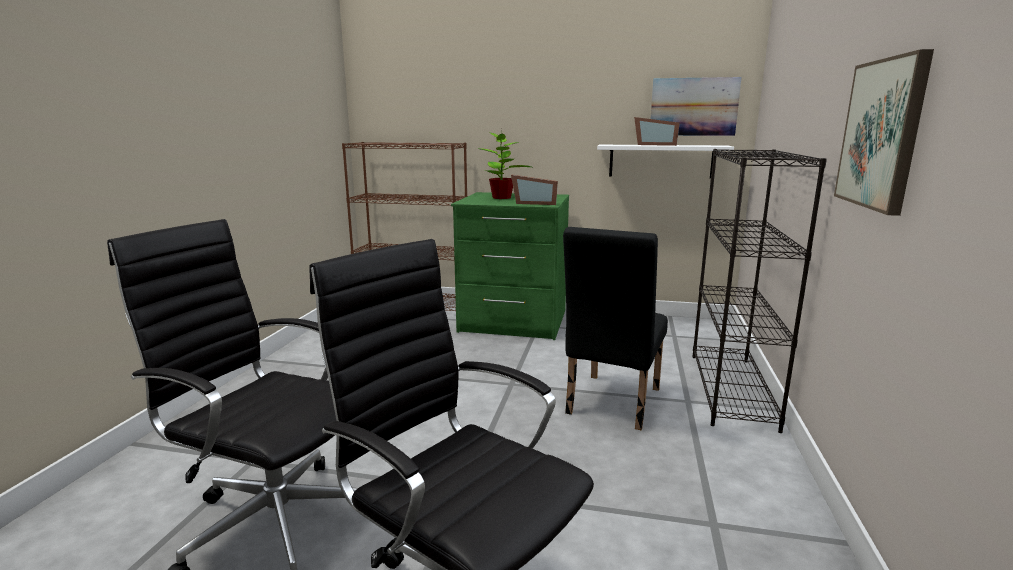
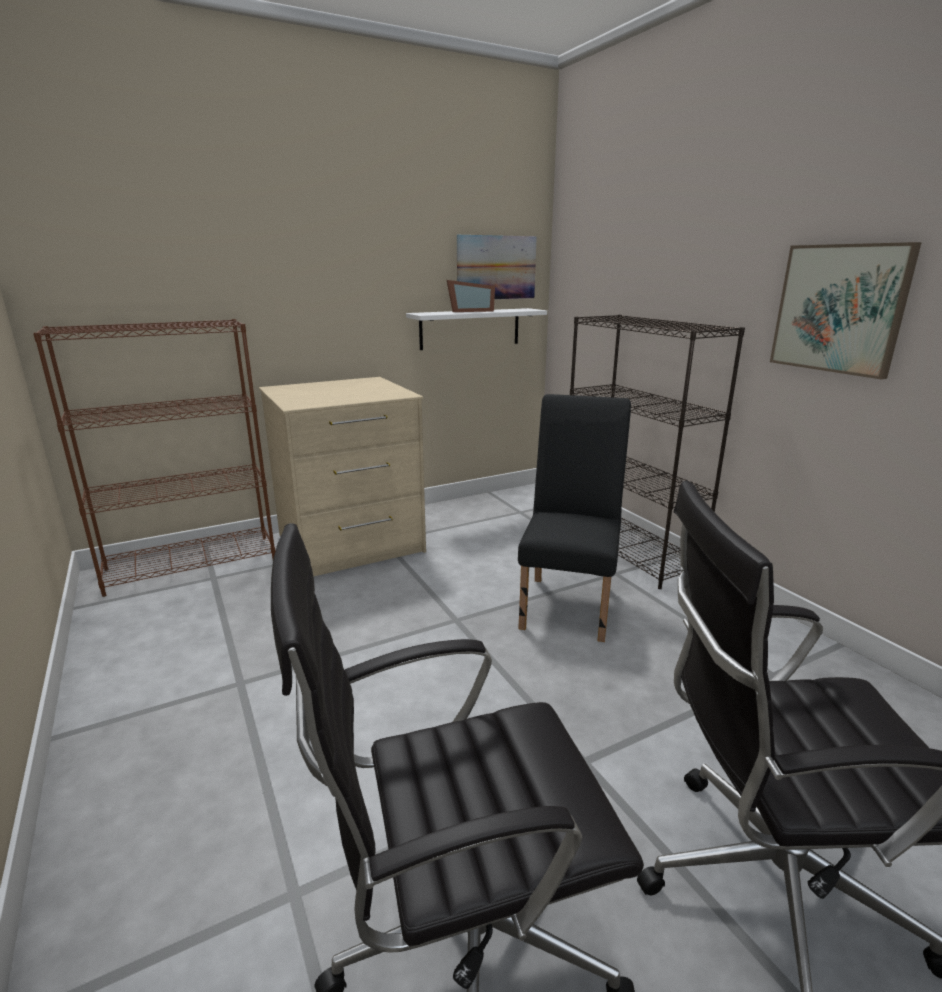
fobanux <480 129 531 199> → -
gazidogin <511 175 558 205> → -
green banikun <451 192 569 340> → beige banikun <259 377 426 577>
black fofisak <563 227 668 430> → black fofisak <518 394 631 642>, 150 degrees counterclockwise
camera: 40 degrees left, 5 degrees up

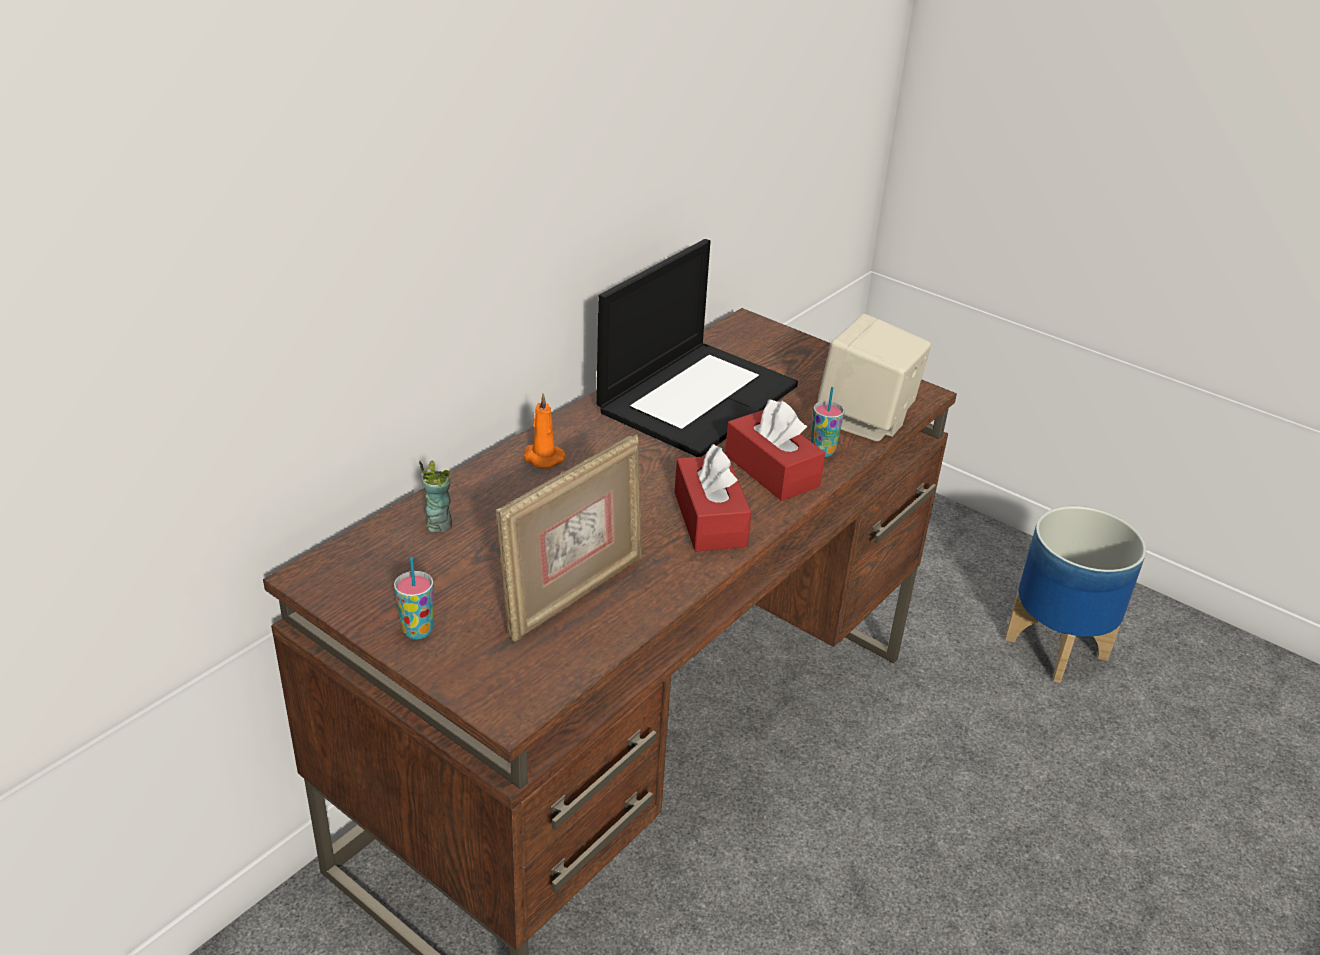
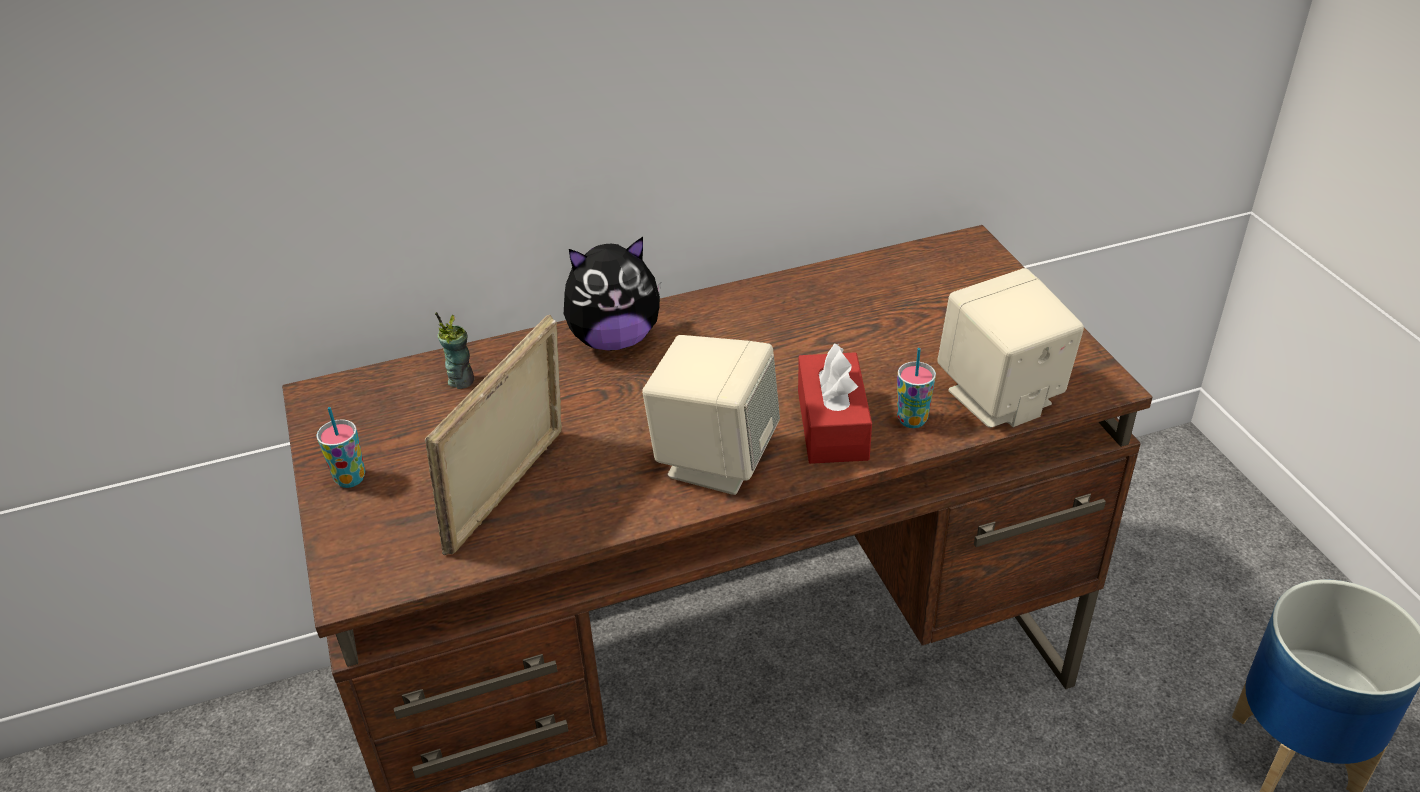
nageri <596 239 798 457> → -
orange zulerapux <523 393 565 469> → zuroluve <564 237 661 350>
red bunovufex <675 444 751 552> → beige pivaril <642 335 780 495>
gazidogin <496 434 642 643> → gazidogin <425 315 562 555>, 135 degrees clockwise
camera: 35 degrees right, 5 degrees up

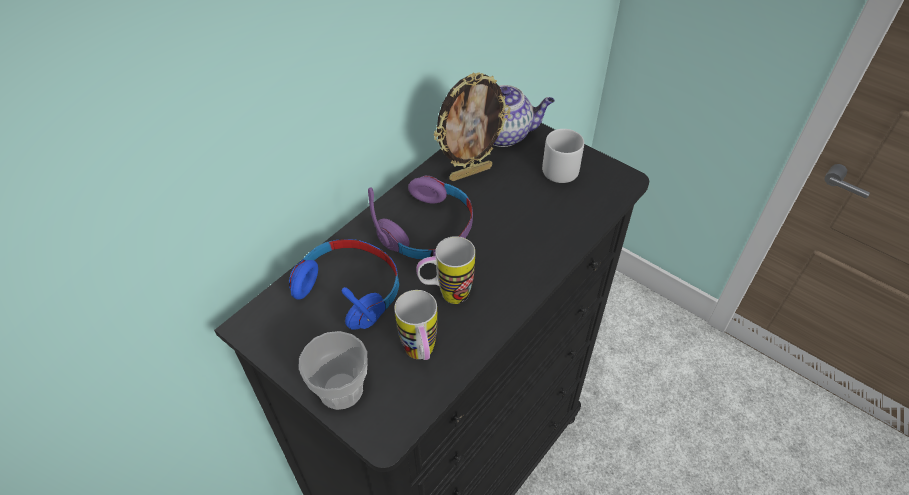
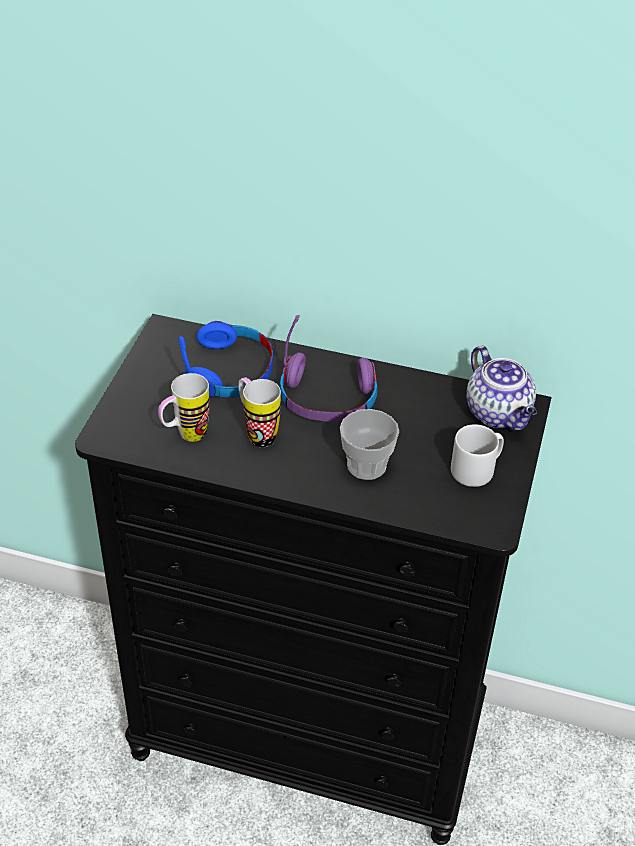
gazidogin <433 72 511 181> → -
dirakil <299 331 368 410> → dirakil <340 409 399 480>, moved
camera: 65 degrees right, 5 degrees down

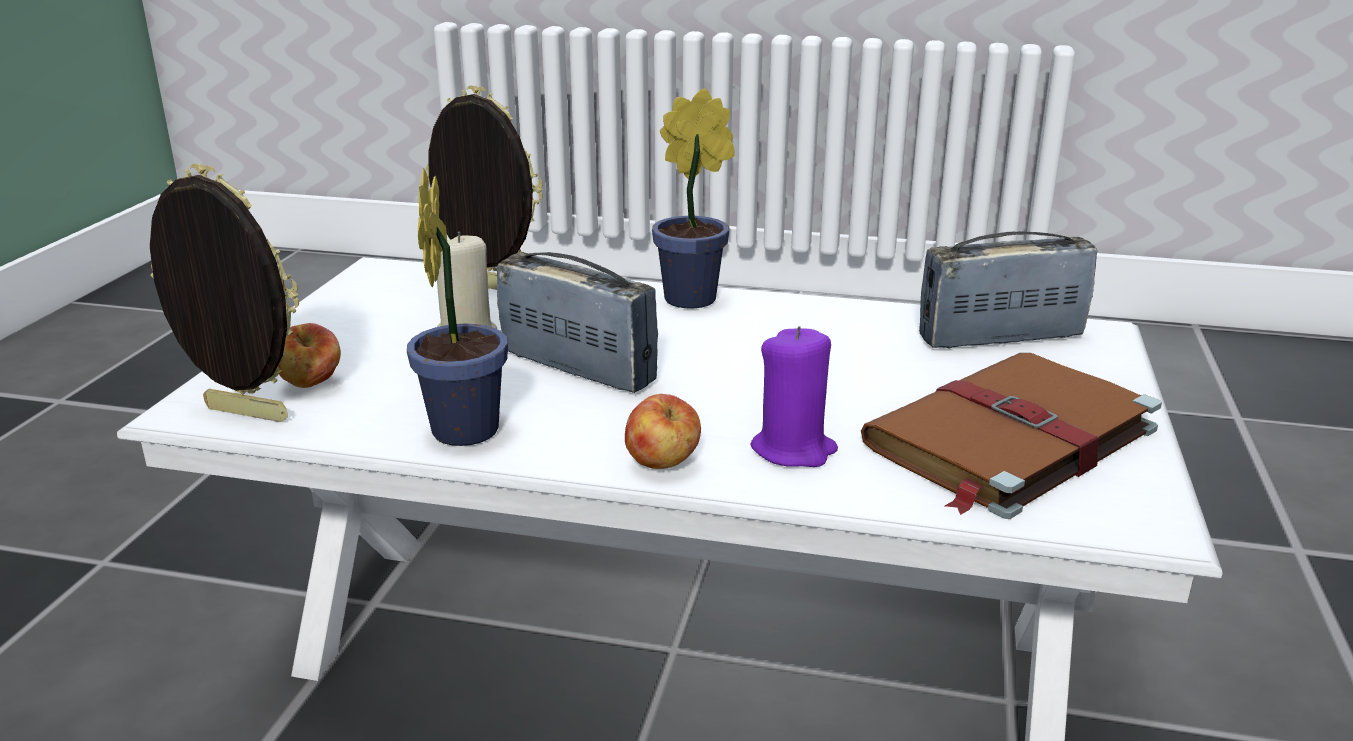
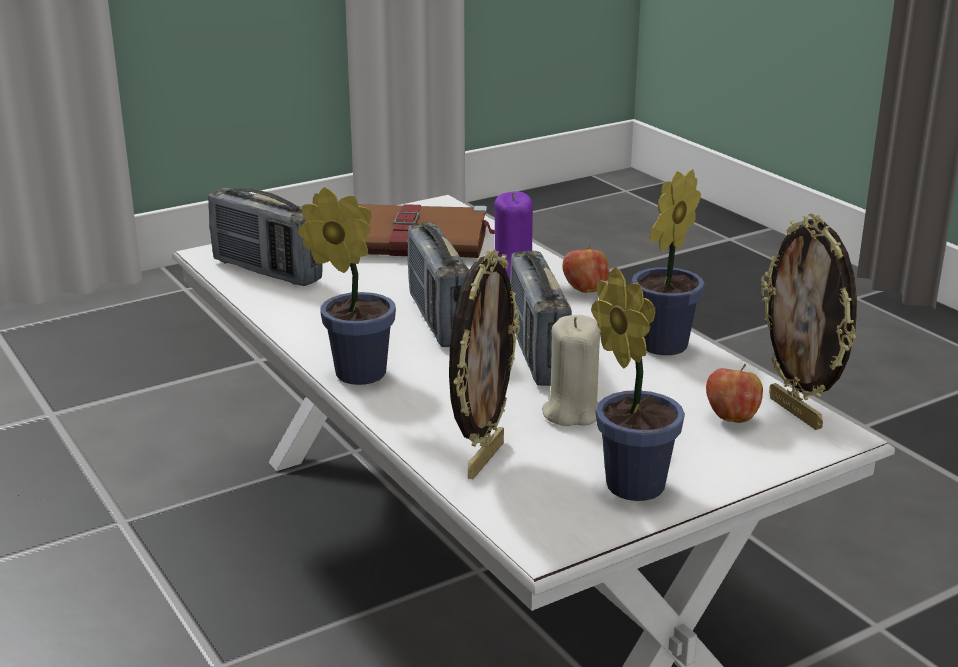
- → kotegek <407 222 469 347>
- → fobanux <591 267 685 501>
gazidogin <426 85 543 290> → gazidogin <449 249 520 479>, 135 degrees counterclockwise
camera: 135 degrees left, 0 degrees up

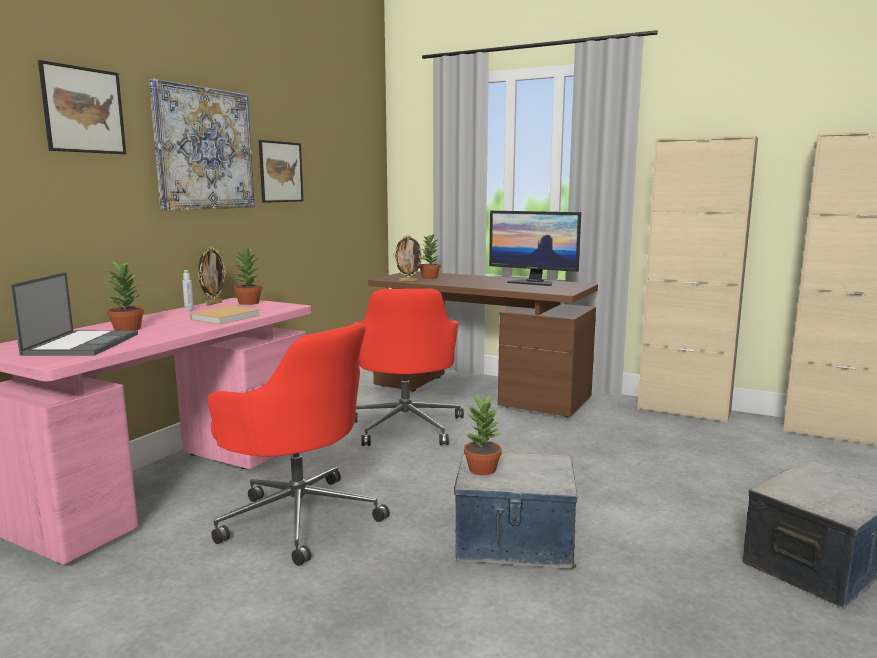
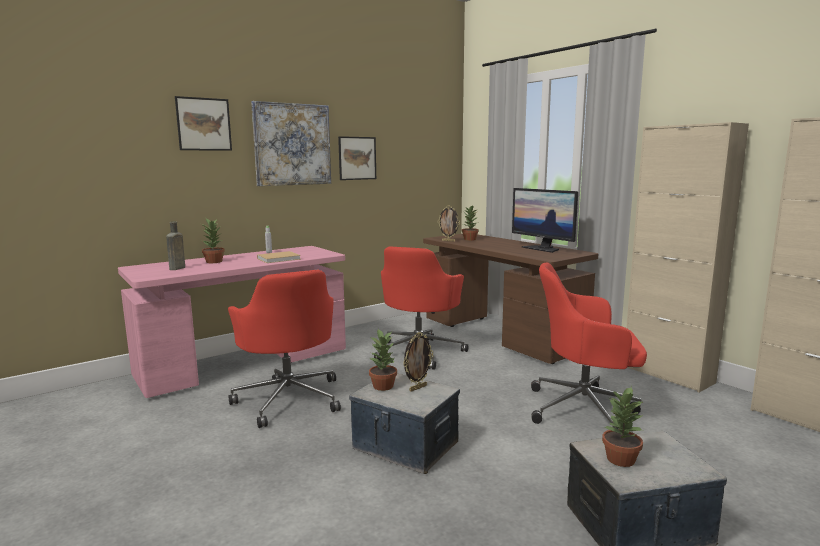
- → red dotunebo <531 262 647 429>
gazidogin <198 246 226 306> → gazidogin <403 332 434 391>, moved
fobanux <234 248 263 305> → fobanux <602 386 643 467>, moved
nageri <10 272 138 356> → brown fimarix <166 221 185 270>
camera: 25 degrees right, 0 degrees up

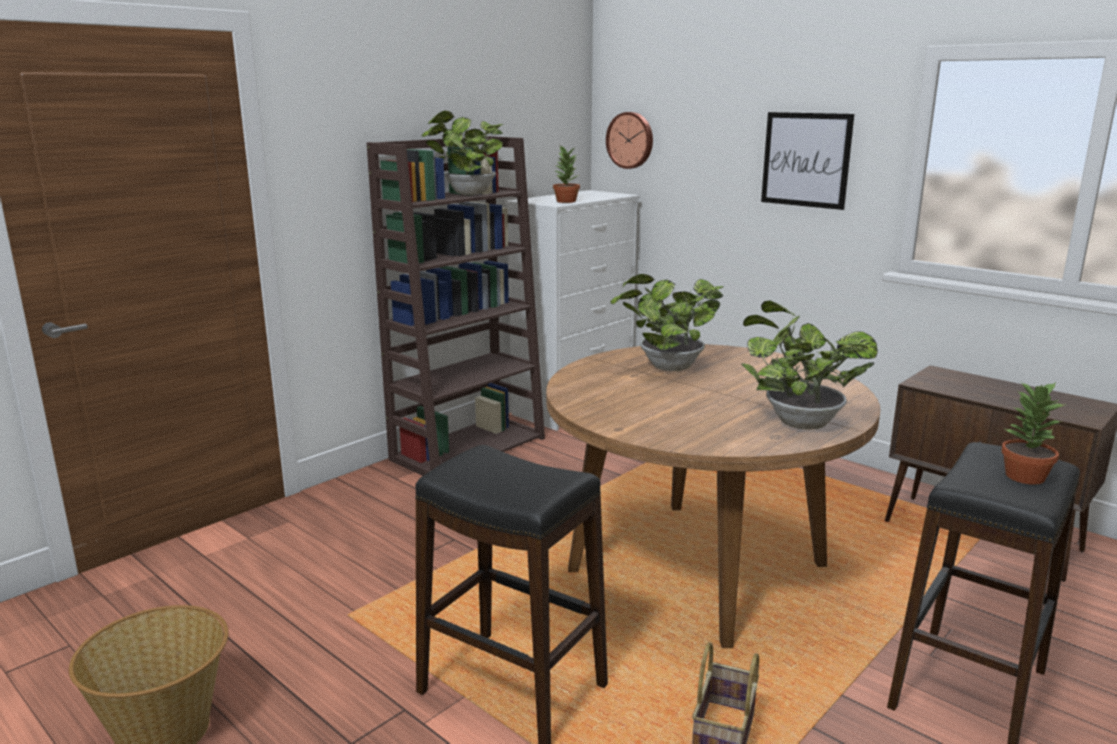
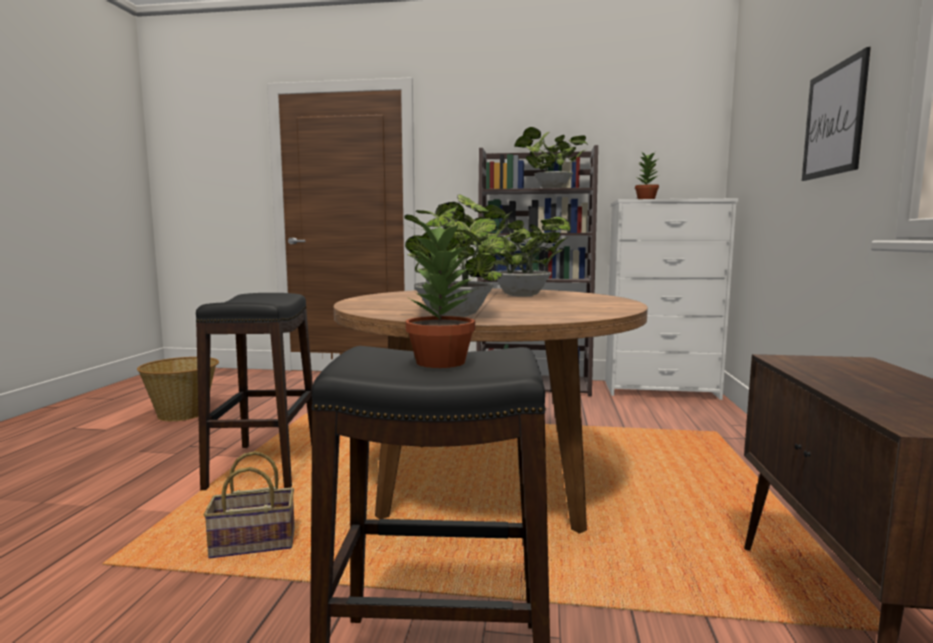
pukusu <606 112 653 169> → -
camera: 55 degrees right, 10 degrees down

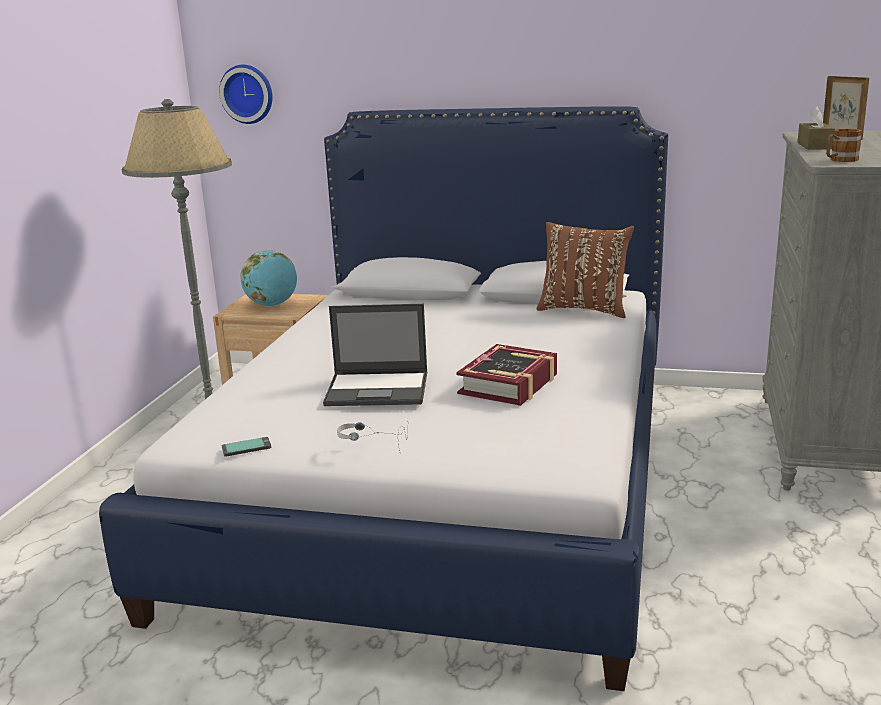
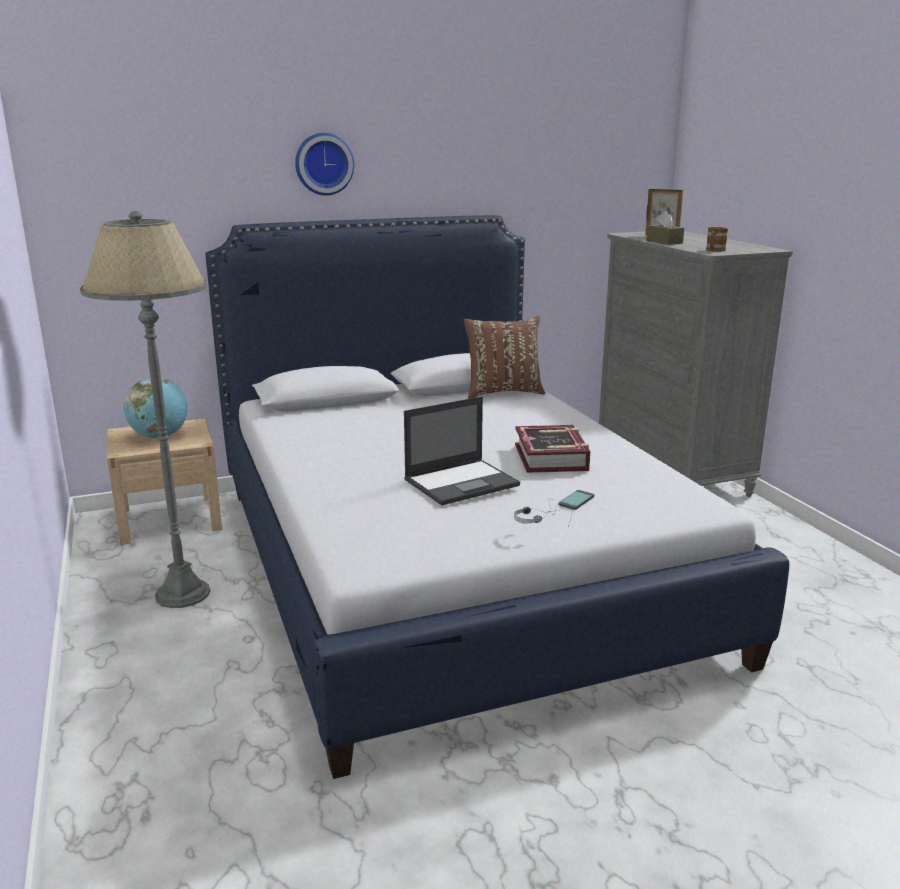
pukusu <219 65 273 124> → pukusu <295 133 354 196>, moved
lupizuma <222 437 271 457> → lupizuma <559 490 594 510>, moved
camera: 35 degrees left, 0 degrees up

